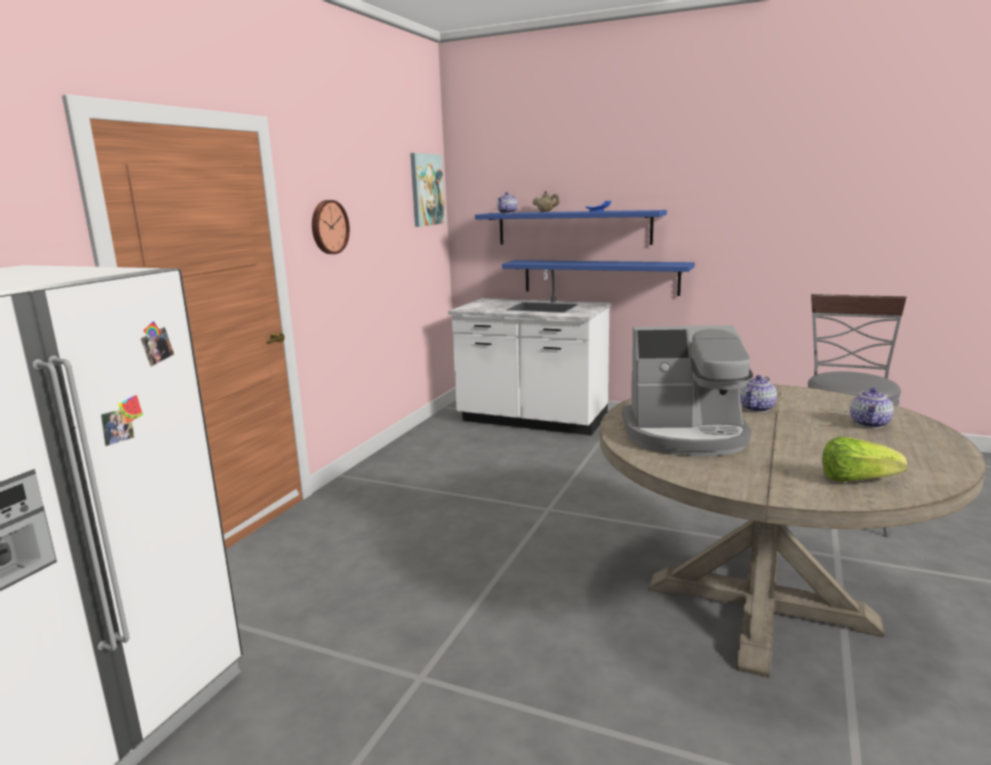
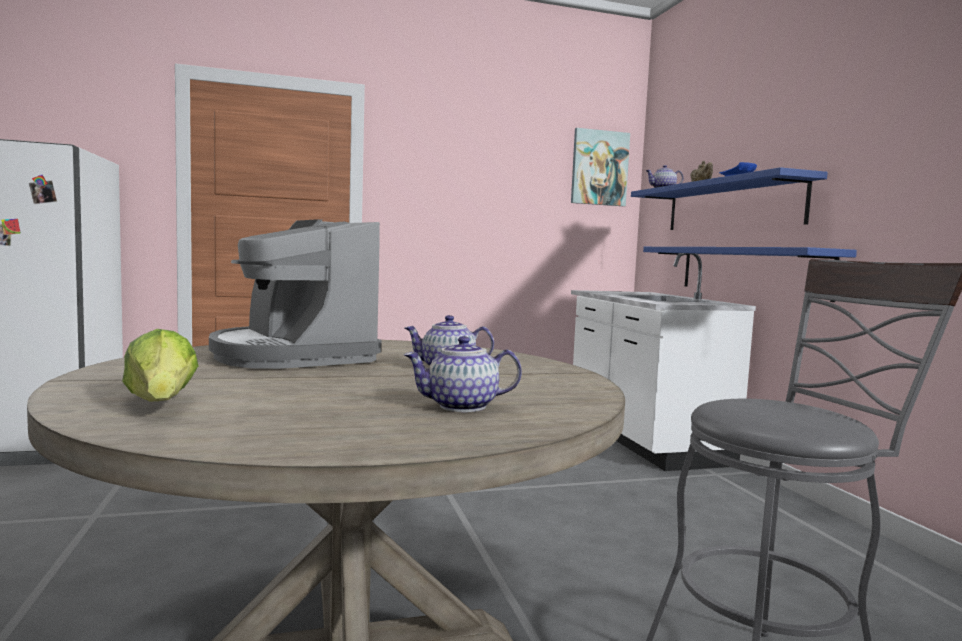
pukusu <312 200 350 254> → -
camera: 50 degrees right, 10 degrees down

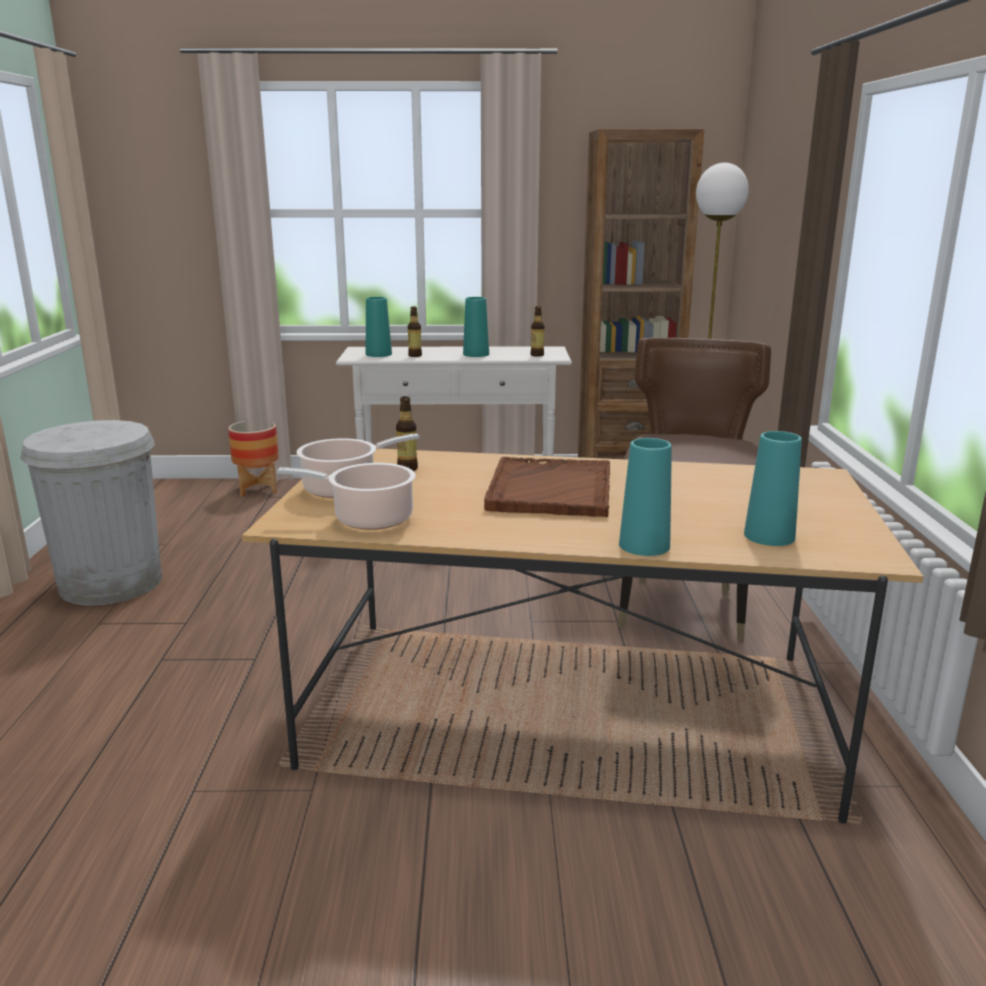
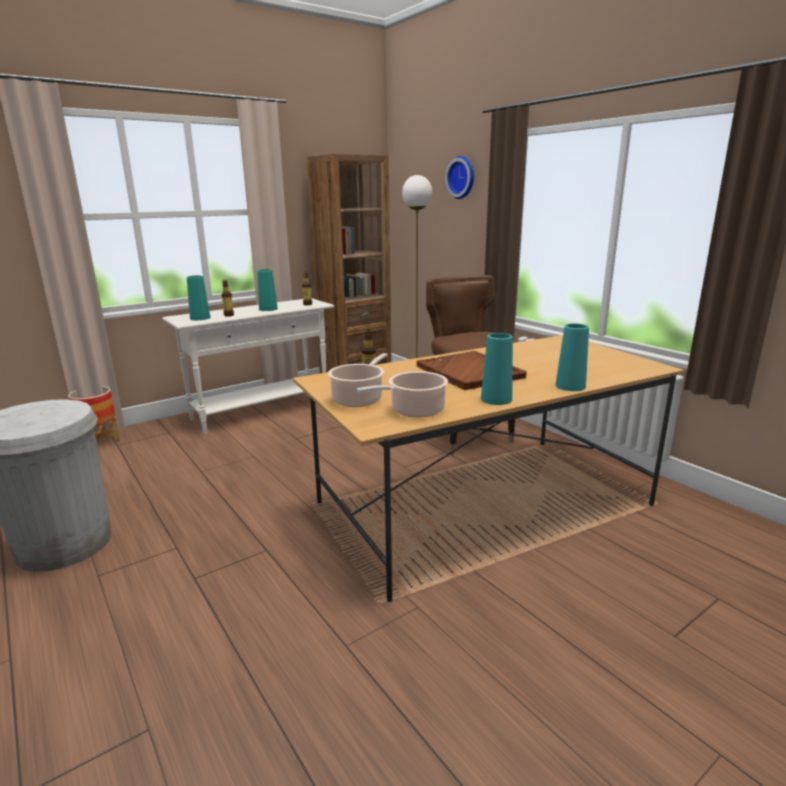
- → pukusu <445 156 474 199>
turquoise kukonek <744 431 802 546> → turquoise kukonek <481 333 513 405>, moved
camera: 35 degrees left, 0 degrees up

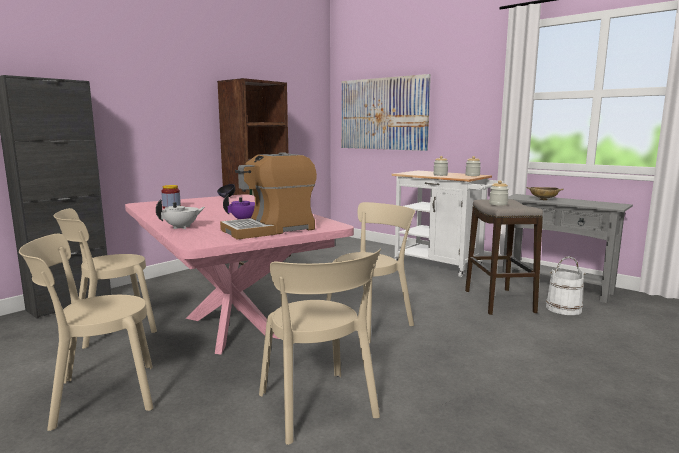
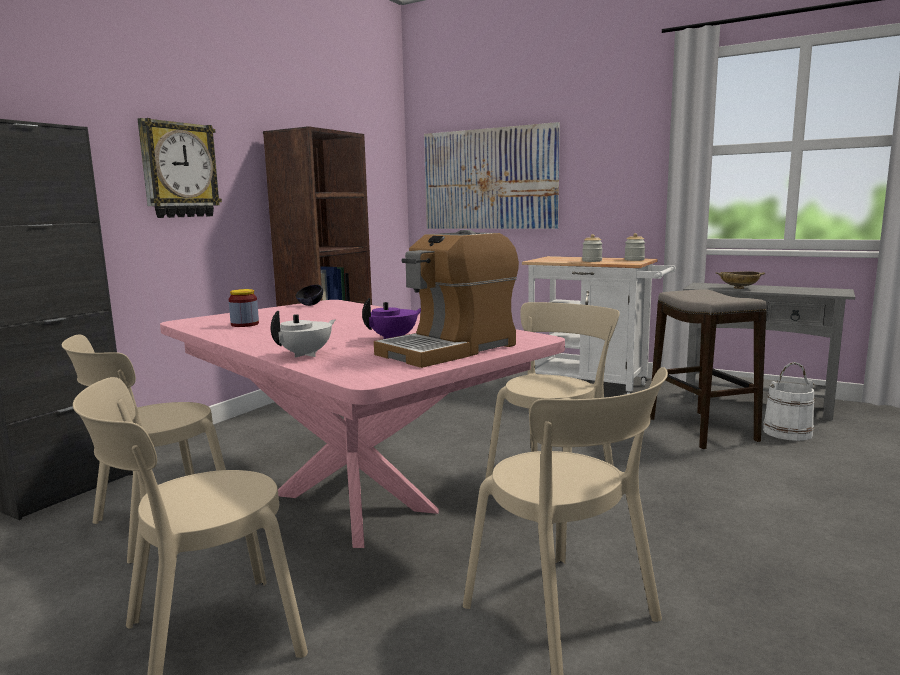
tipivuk <489 180 509 206> → -
- → pukusu <138 118 222 218>
camera: 10 degrees left, 0 degrees up

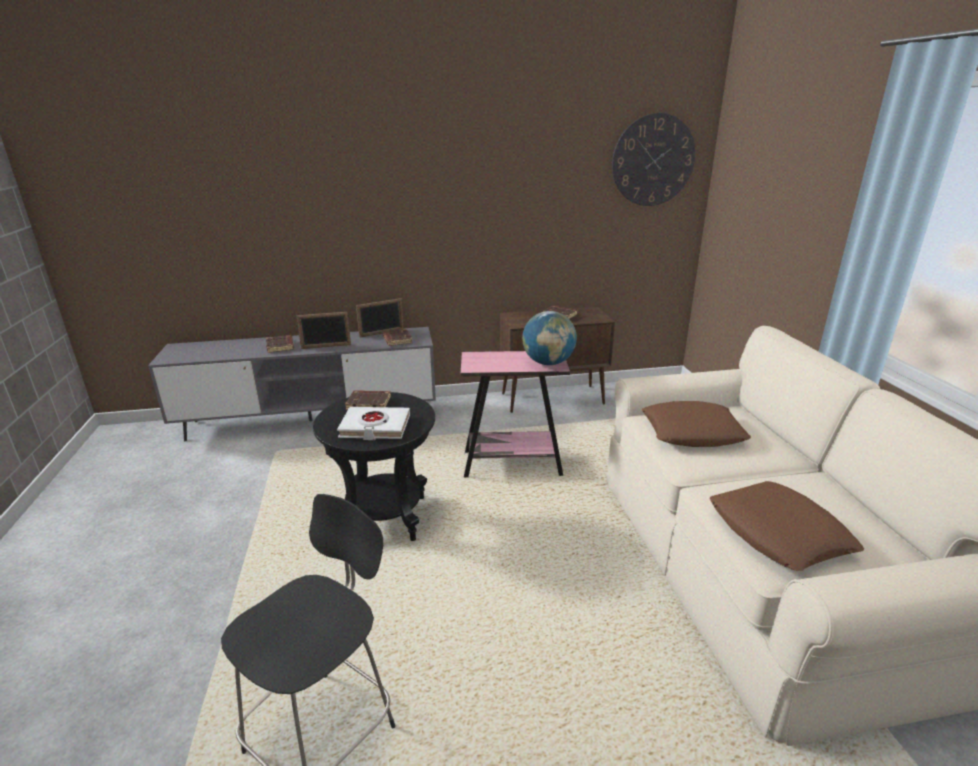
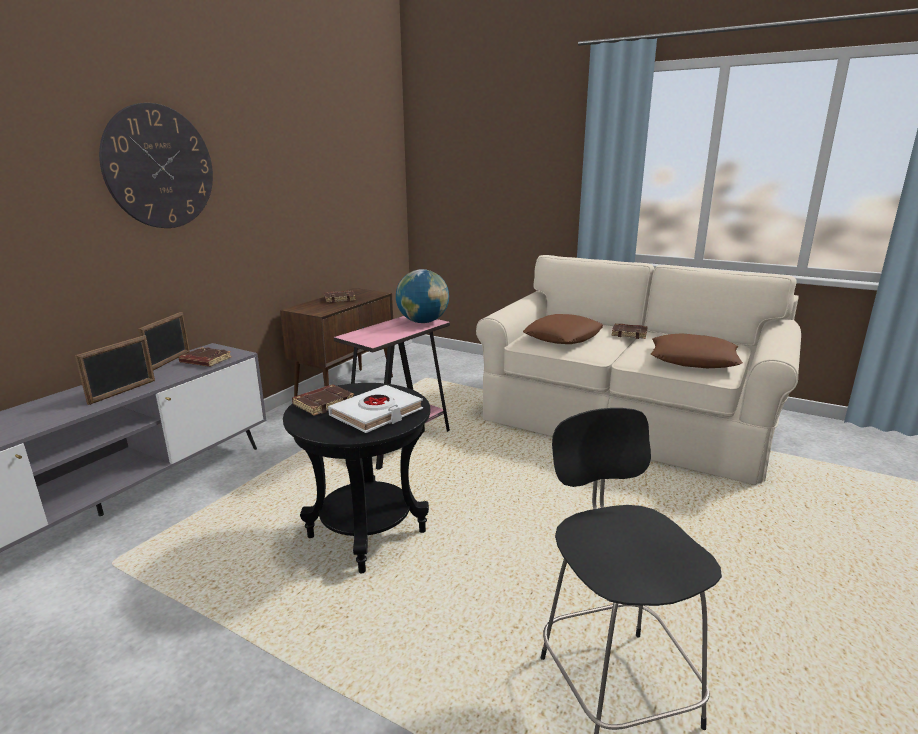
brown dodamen <266 335 294 353> → brown dodamen <611 324 648 339>, moved
pukusu <612 113 696 206> → pukusu <99 103 213 228>, moved
camera: 50 degrees left, 5 degrees down

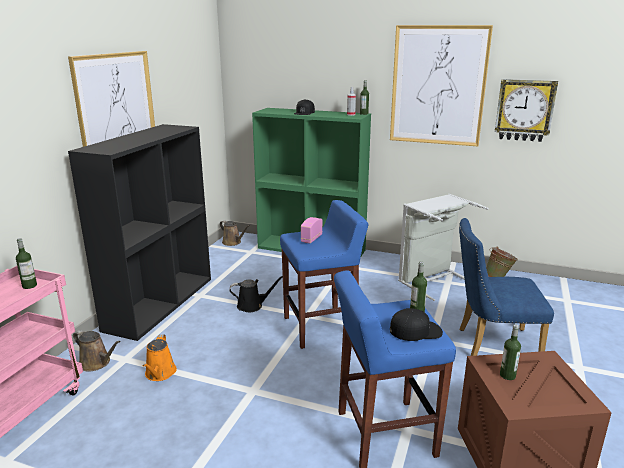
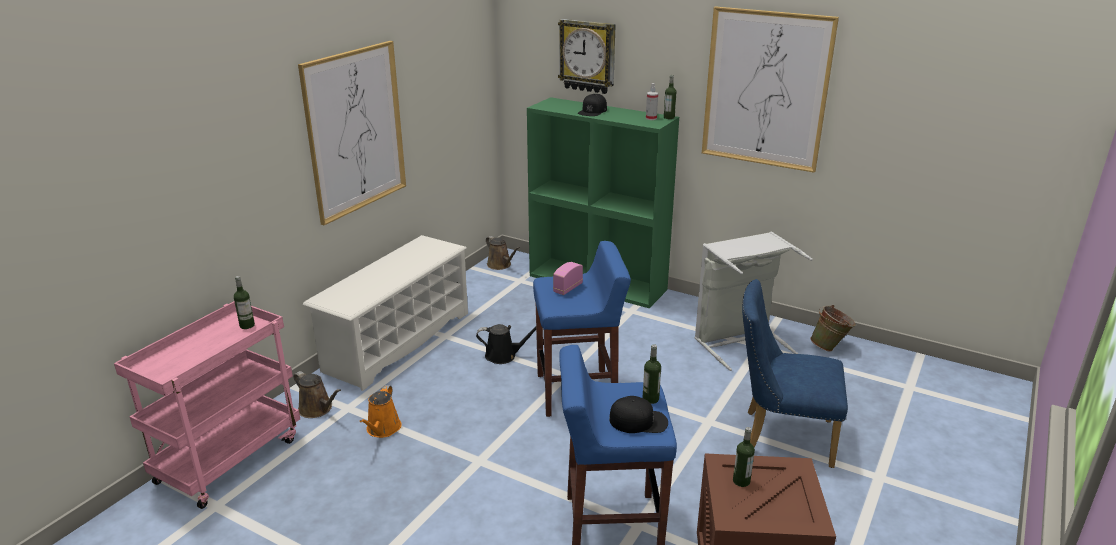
pukusu <495 79 558 142> → pukusu <558 19 616 94>, moved
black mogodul <68 124 211 341> → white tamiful <303 235 468 391>
camera: 10 degrees right, 5 degrees up

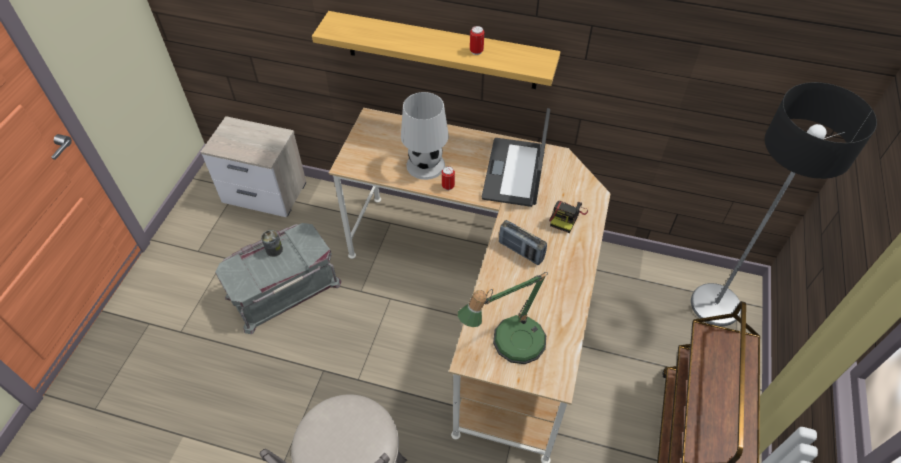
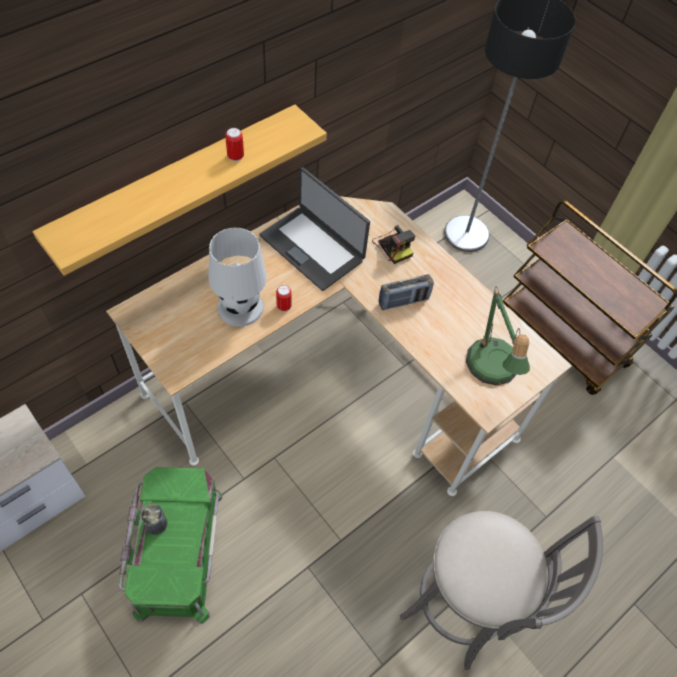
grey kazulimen <215 223 341 334> → green kazulimen <119 467 223 624>
camera: 60 degrees left, 5 degrees up

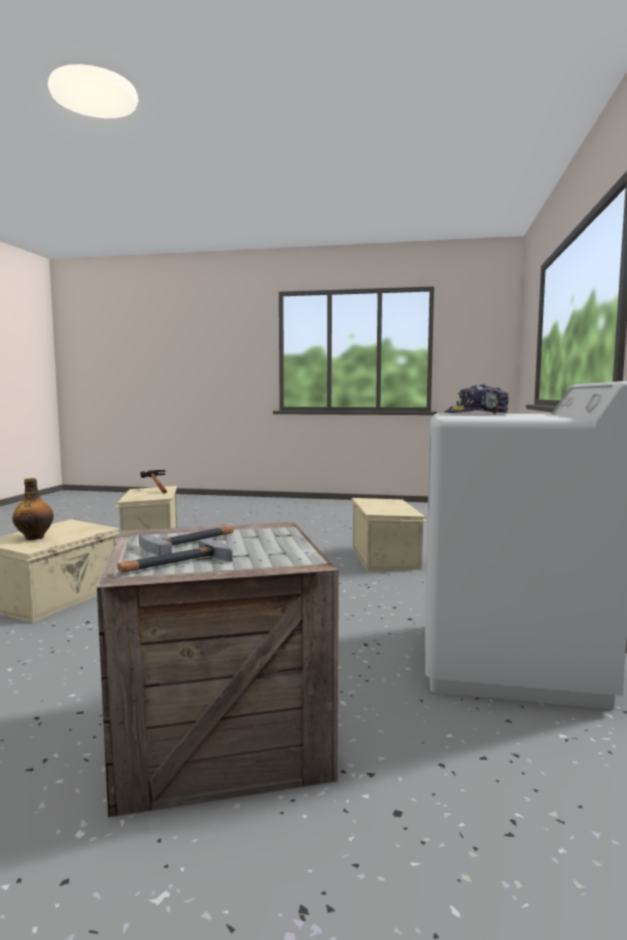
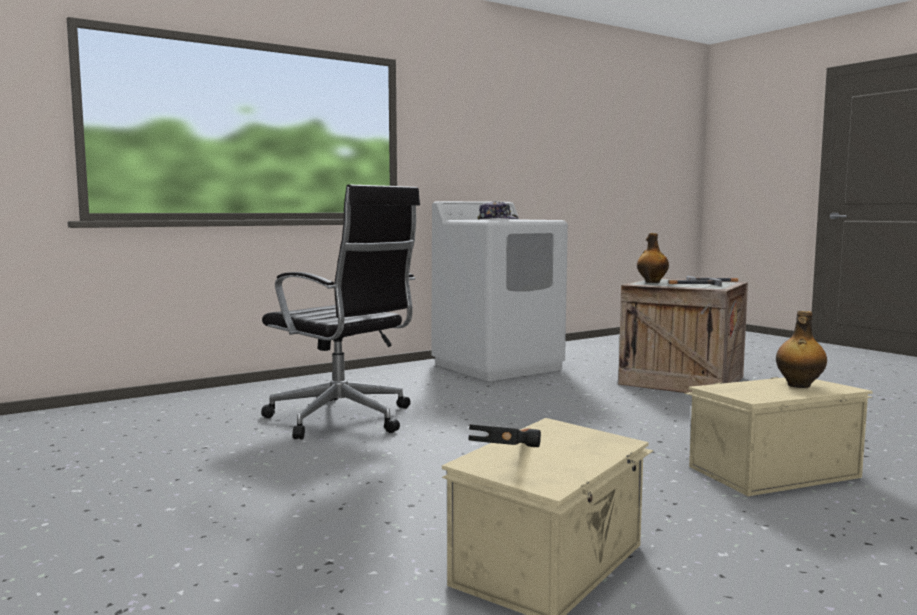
- → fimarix <637 233 669 283>
beige kazulimen <352 498 427 571> → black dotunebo <261 184 420 439>
camera: 135 degrees left, 0 degrees up

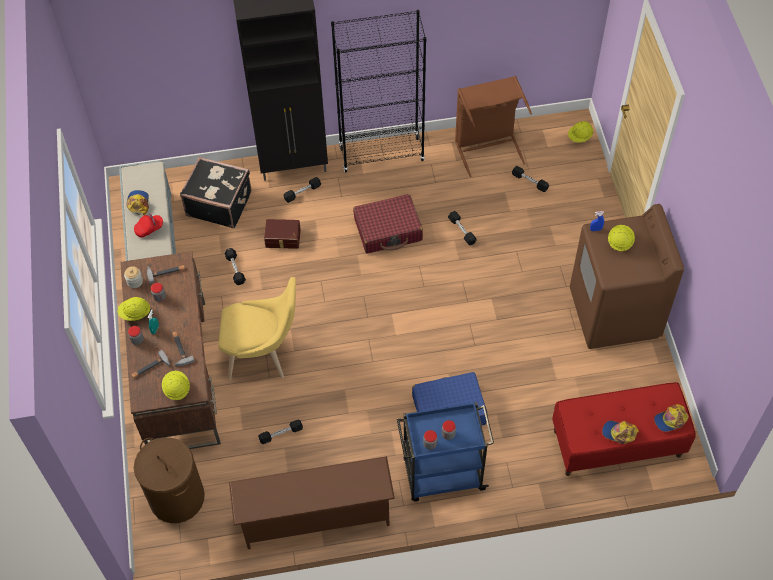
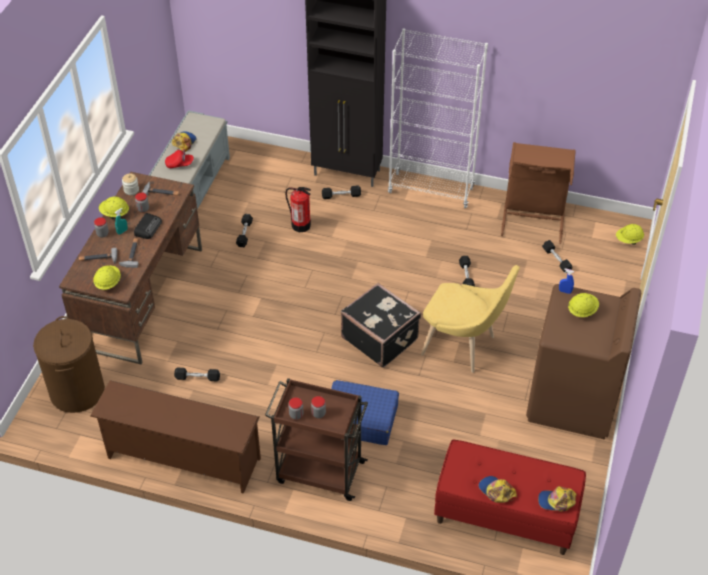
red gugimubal <353 194 423 253> → -
- → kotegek <134 213 162 239>
black gugimubal <180 157 251 228> → black gugimubal <341 283 421 367>, moved
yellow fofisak <218 277 296 380> → yellow fofisak <421 265 520 373>, moved
brown kazulimen <264 219 301 249> → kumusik <285 187 311 232>
black mogodul <331 10 426 172> → white mogodul <388 28 488 208>
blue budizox <397 402 494 502> → brown budizox <265 378 368 501>
camera: 25 degrees right, 10 degrees down

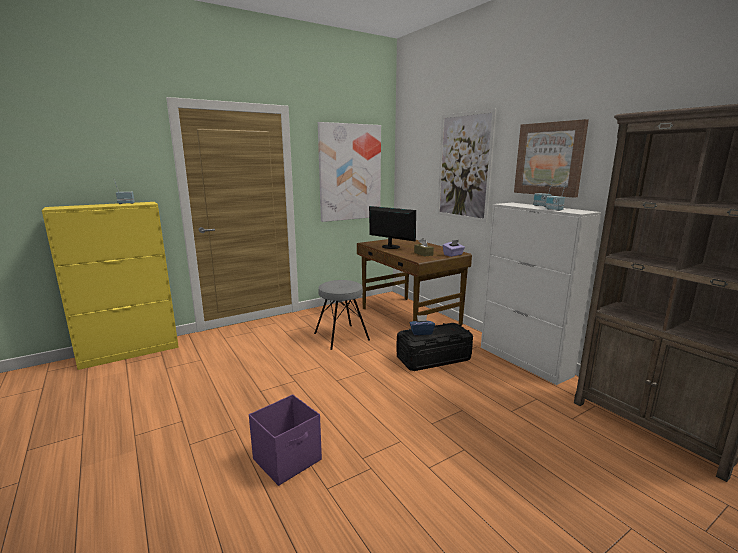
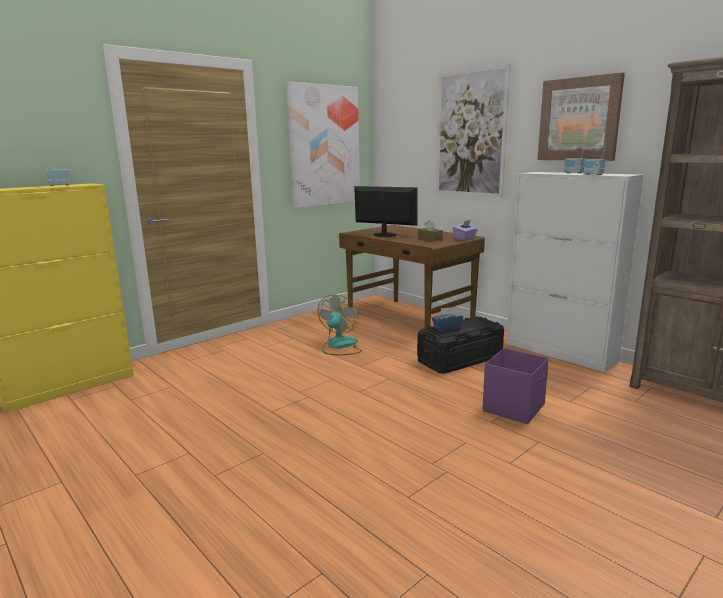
purple kazulimen <249 394 322 486> → purple kazulimen <483 348 549 424>, moved
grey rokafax <314 280 370 350> → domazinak <318 295 362 355>
camera: 10 degrees left, 0 degrees up

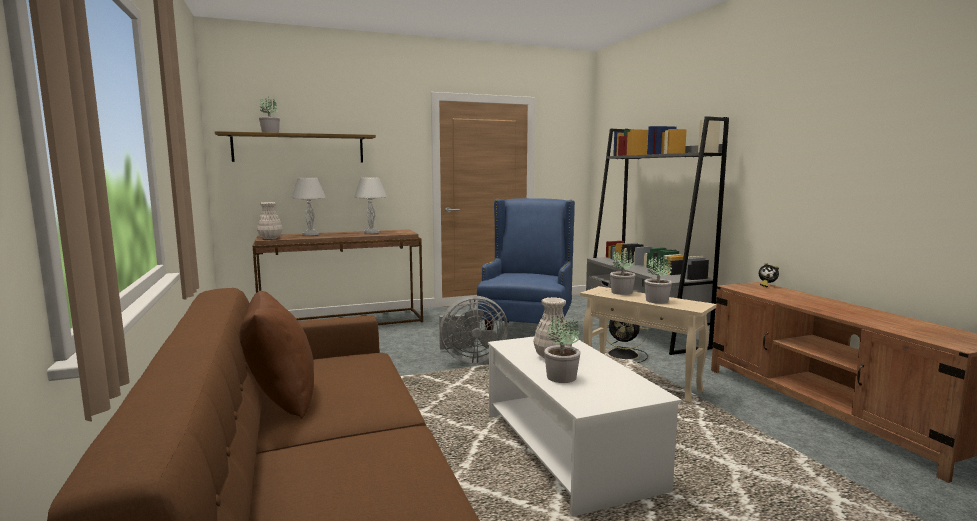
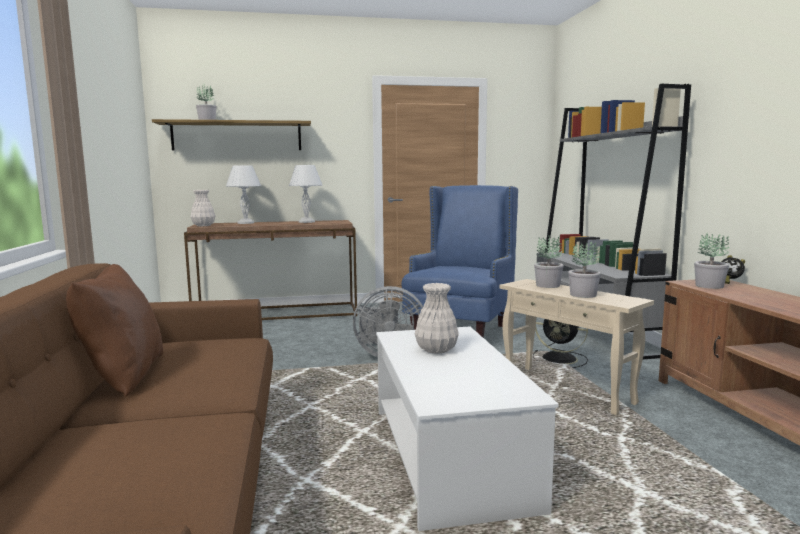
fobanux <544 315 580 383> → fobanux <694 232 729 289>, moved
camera: 10 degrees right, 0 degrees up

